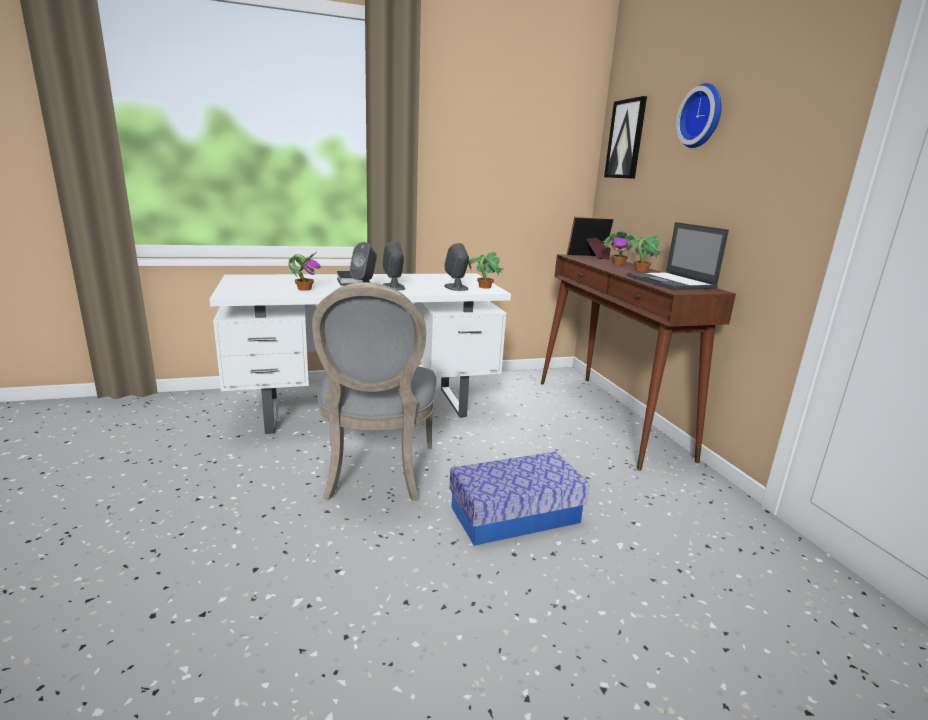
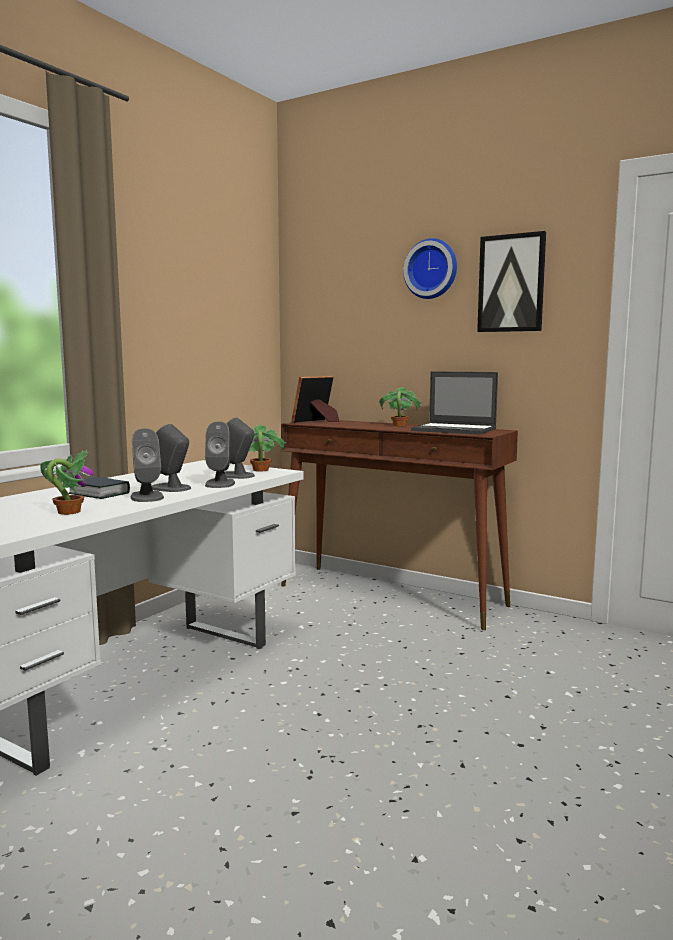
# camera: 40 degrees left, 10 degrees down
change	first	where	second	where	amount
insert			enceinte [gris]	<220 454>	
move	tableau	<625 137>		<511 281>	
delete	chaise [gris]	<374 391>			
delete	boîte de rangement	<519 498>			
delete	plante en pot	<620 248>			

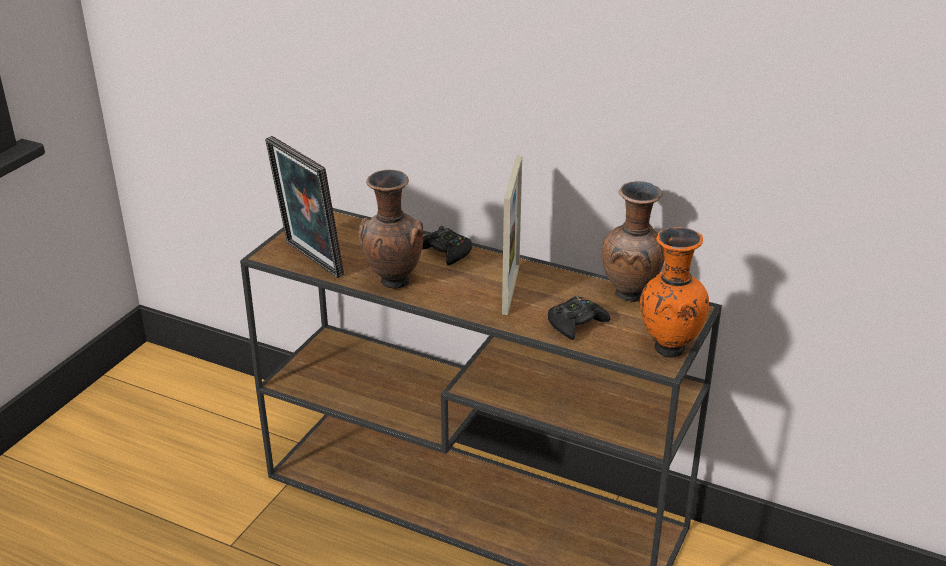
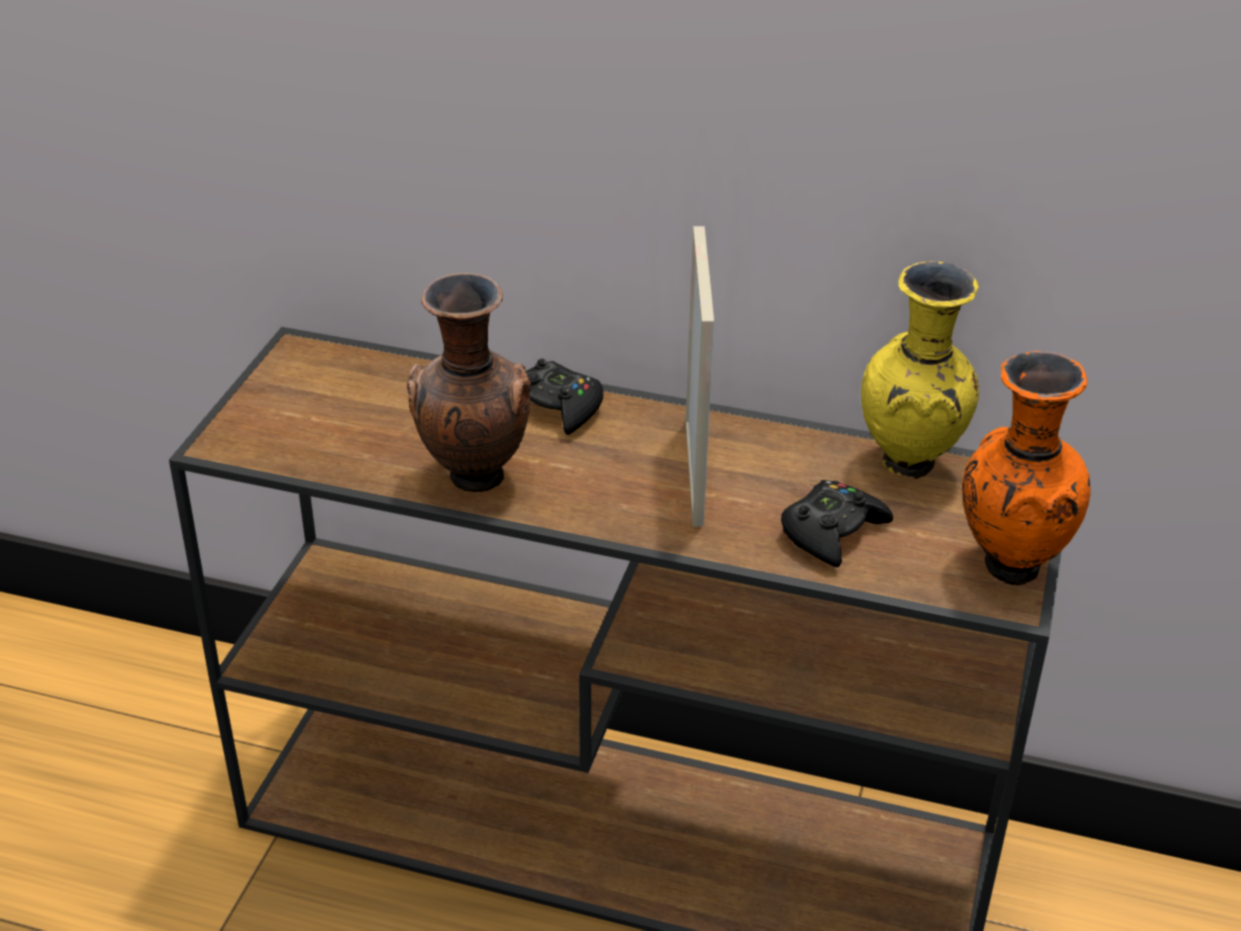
# camera: 10 degrees left, 5 degrees up
change	first	where	second	where	amount
recolor	vase [marron]	<633 242>	vase [jaune]	<920 370>	
delete	cadre photo	<304 207>			

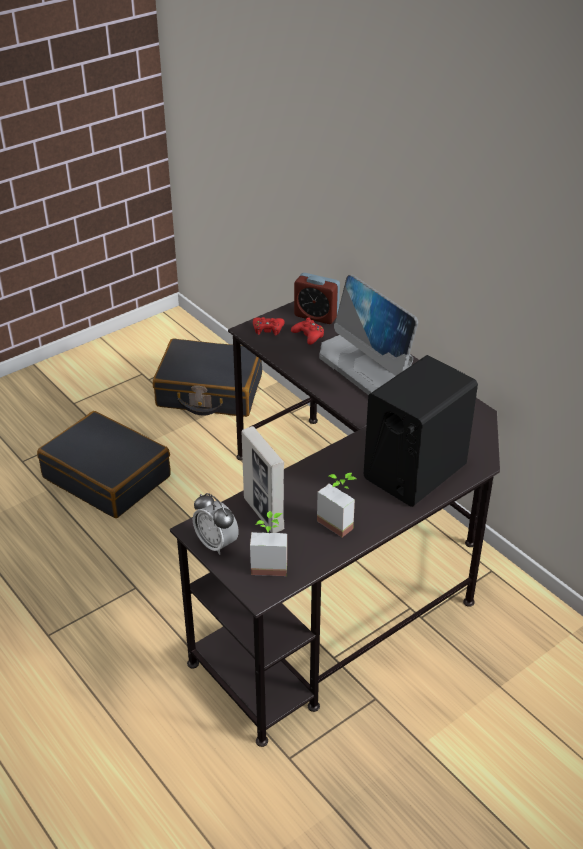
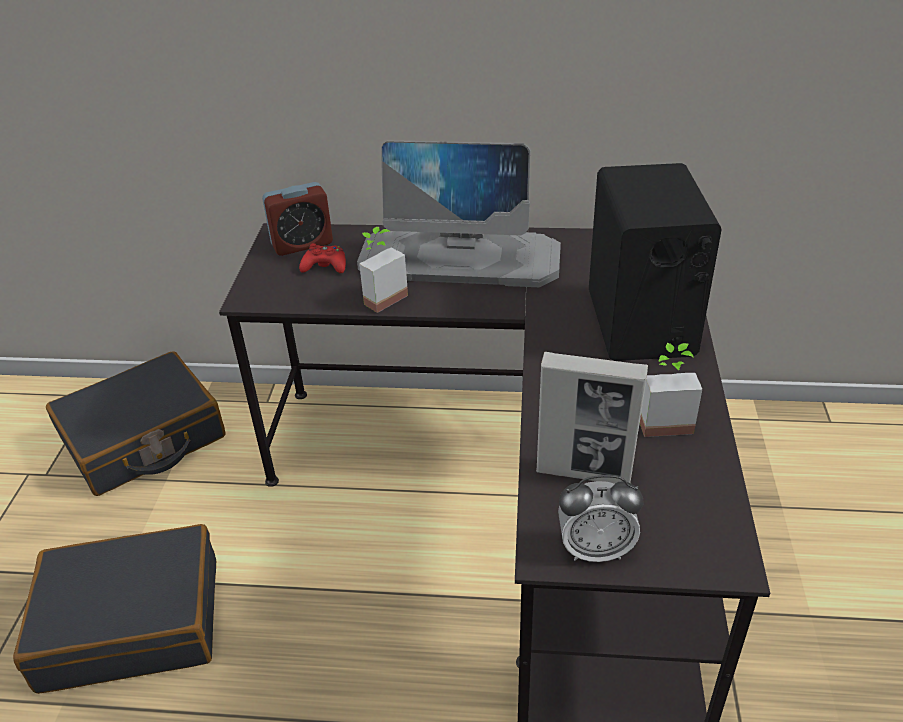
# camera: 45 degrees left, 0 degrees up
change	first	where	second	where	amount
move	plante en pot	<268 543>		<383 270>	
delete	manette [rouge]	<269 326>			

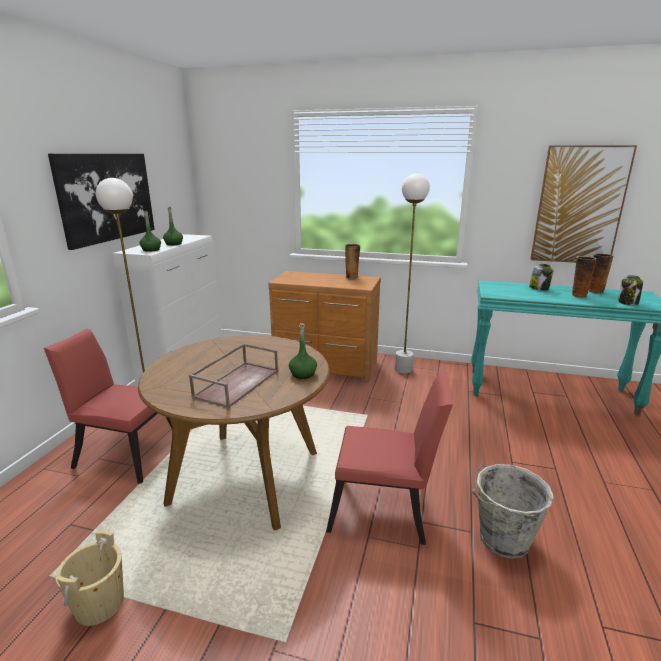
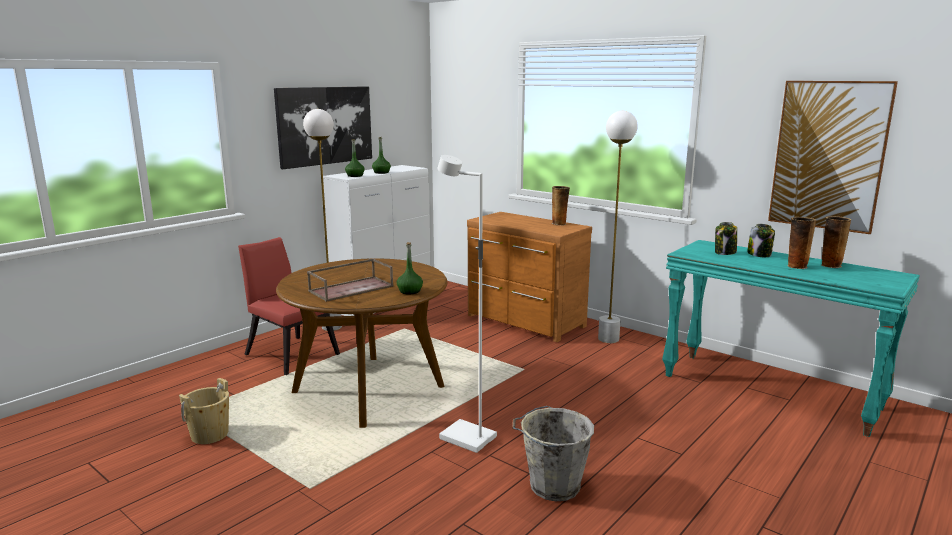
# camera: 25 degrees right, 5 degrees down
change	first	where	second	where	amount
replace	chaise [rouge]	<389 458>	lampadaire [blanc]	<467 304>	
move	bocal	<630 290>		<726 238>	

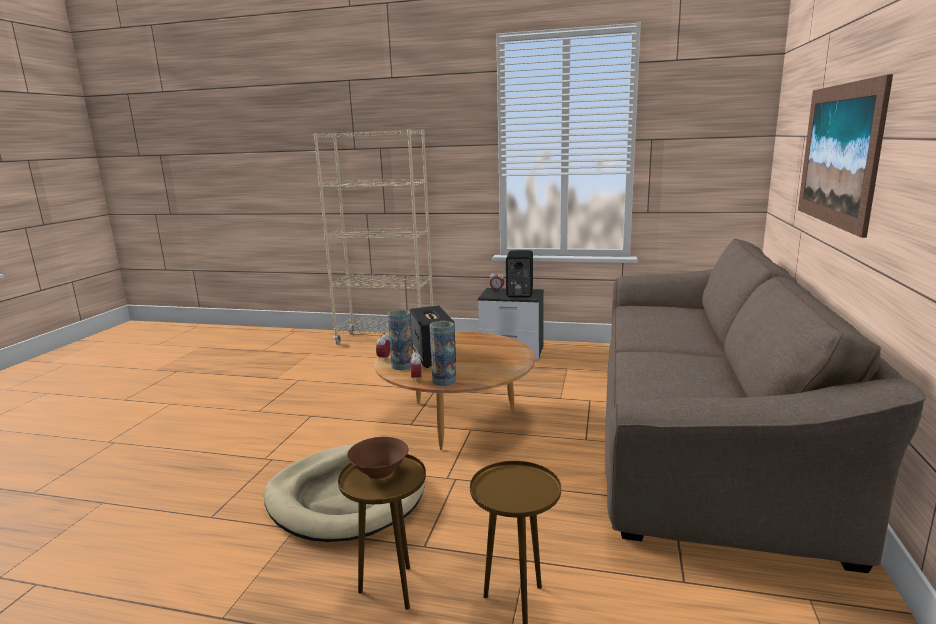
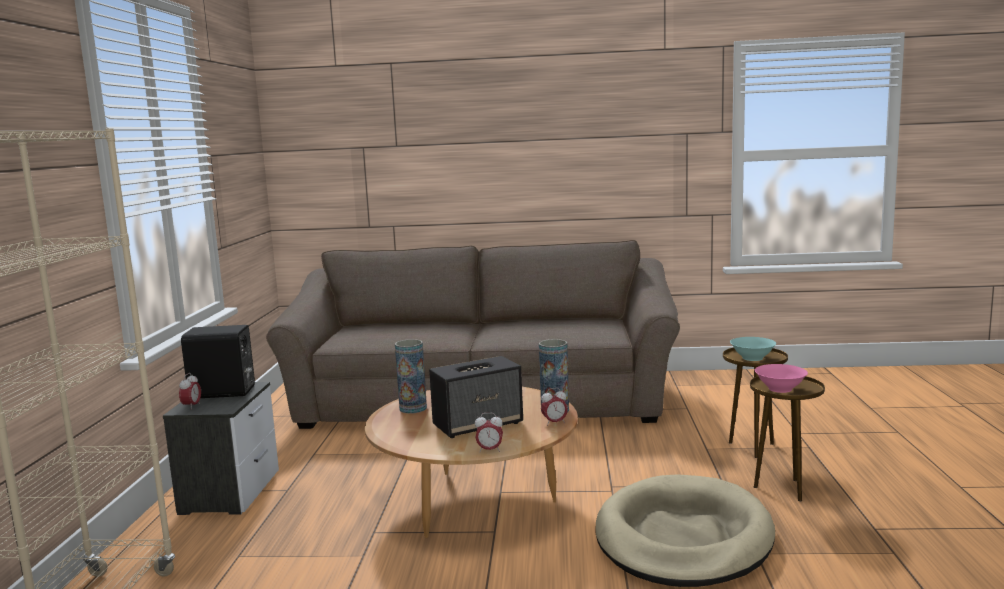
# camera: 100 degrees left, 5 degrees down
change	first	where	second	where	amount
move	vase	<400 340>		<411 376>	
insert			bol [turquoise]	<753 349>	
recolor	bol [marron]	<377 458>	bol [rose]	<781 378>	
delete	tableau	<845 156>			

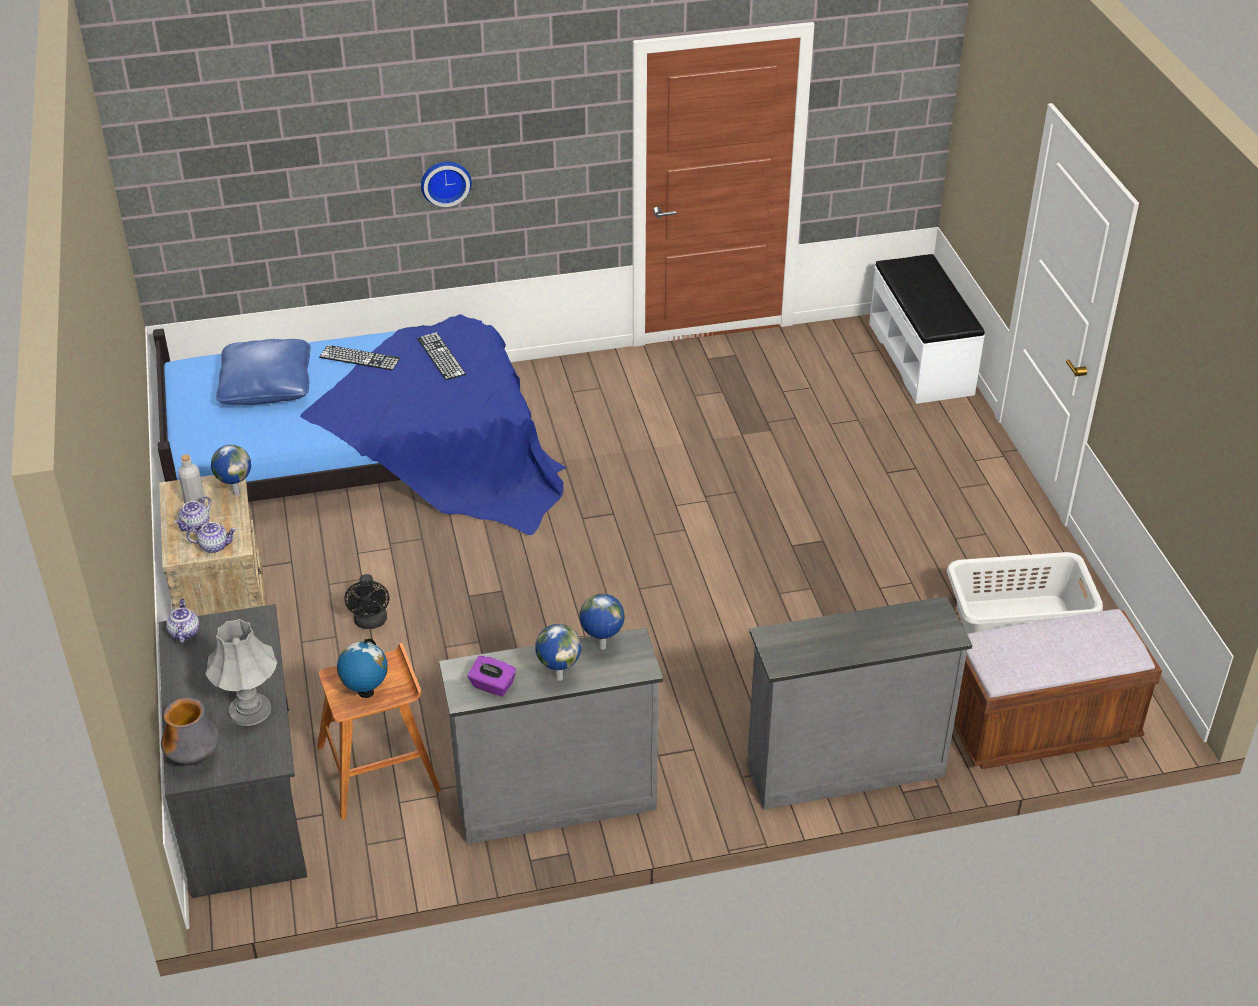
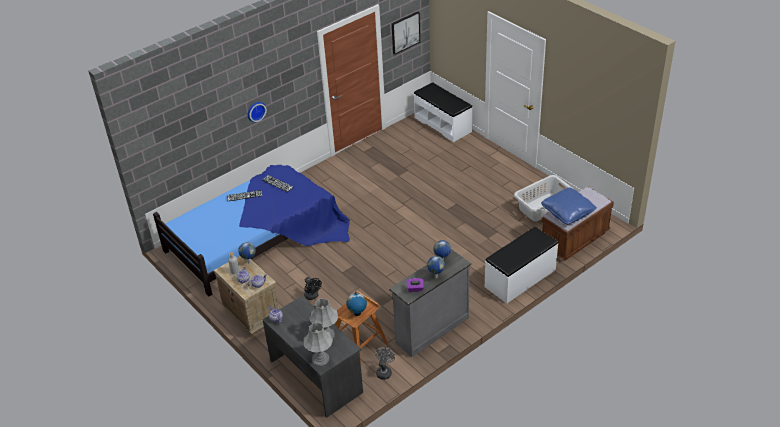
# camera: 25 degrees left, 0 degrees up
change	first	where	second	where	amount
replace	vase	<190 731>	lampe de table [gris]	<318 344>	
insert			ventilateur [gris]	<385 363>	
insert			tableau	<406 33>	
replace	commode [gris]	<859 703>	banc [blanc]	<521 265>	
move	coussin [bleu]	<263 372>		<569 206>	

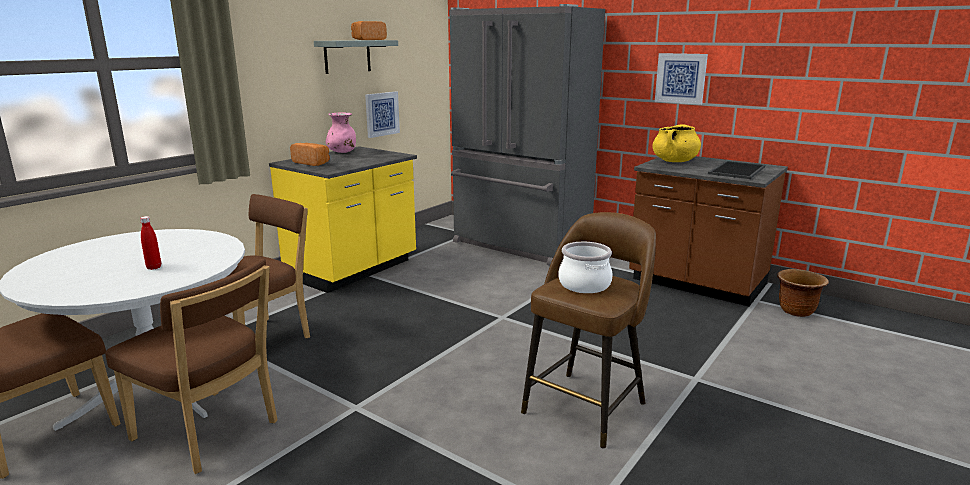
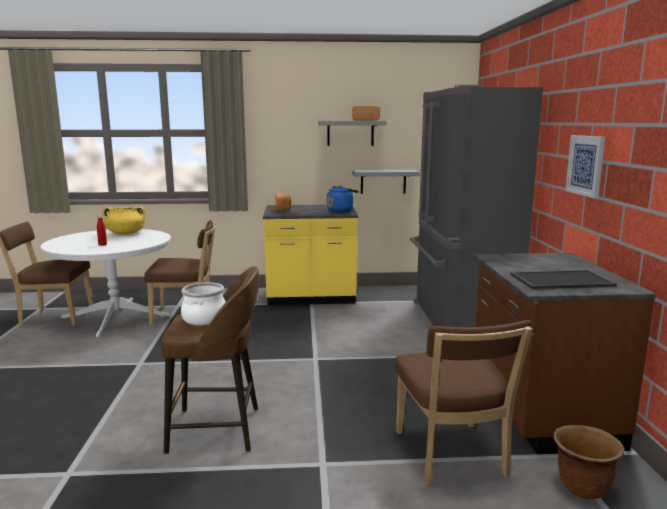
# camera: 50 degrees right, 5 degrees down
change	first	where	second	where	amount
move	marmite [jaune]	<676 143>		<124 221>	
insert			bouilloire [bleu]	<342 199>	
replace	tableau	<382 114>	étagère [gris]	<386 182>	
move	chaise [marron]	<191 366>		<464 402>	
delete	vase [rose]	<341 132>			

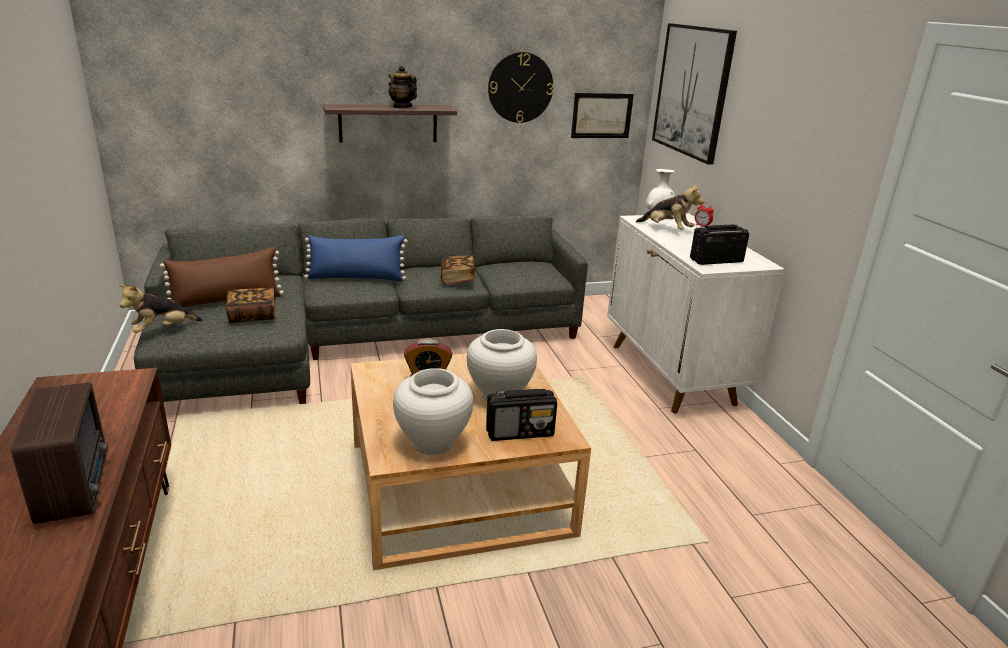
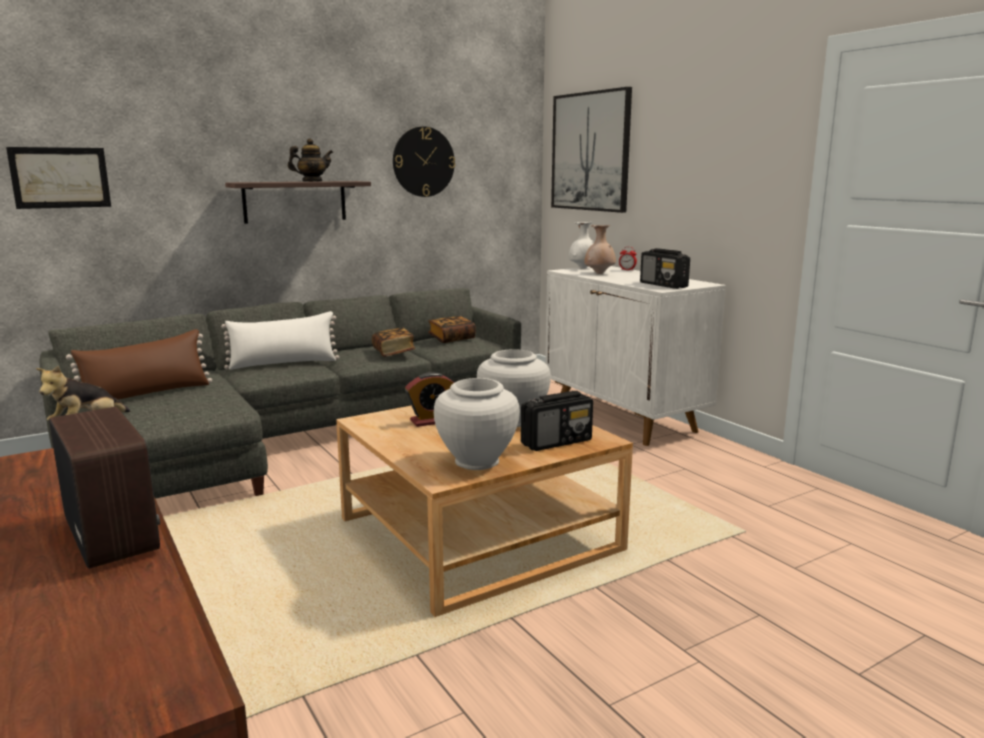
# camera: 15 degrees left, 10 degrees down
change	first	where	second	where	amount
move	tableau	<602 115>		<58 178>	
recolor	coussin [bleu]	<356 258>	coussin [blanc]	<280 340>	
rotate	théière	<402 87>		<310 159>	135 degrees clockwise
move	livre	<250 305>		<452 329>	
replace	peluche	<670 206>	vase [beige]	<600 249>	
rotate	radio	<719 244>		<665 268>	90 degrees counterclockwise

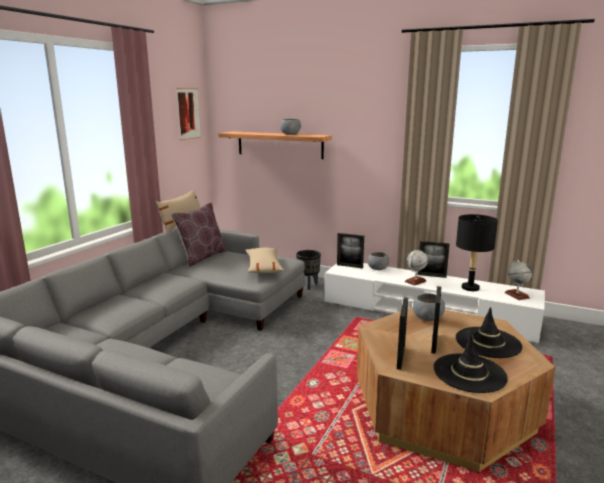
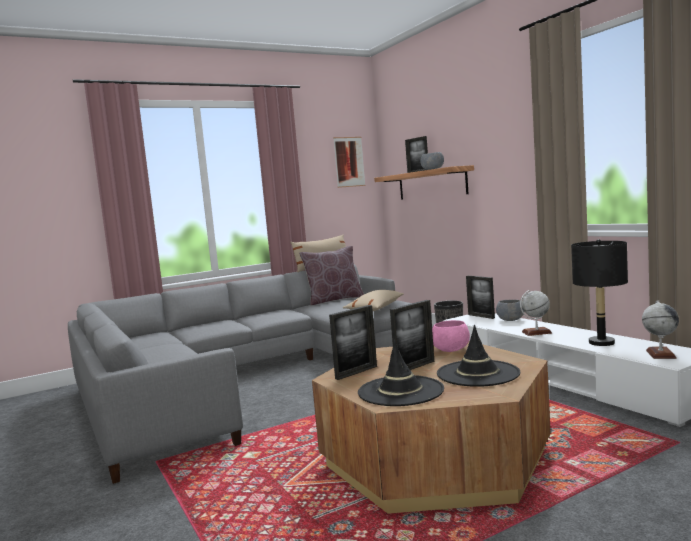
# camera: 35 degrees right, 10 degrees down
change	first	where	second	where	amount
move	cadre photo	<434 259>		<416 154>	
recolor	bol [gris]	<429 307>	bol [rose]	<451 336>	

